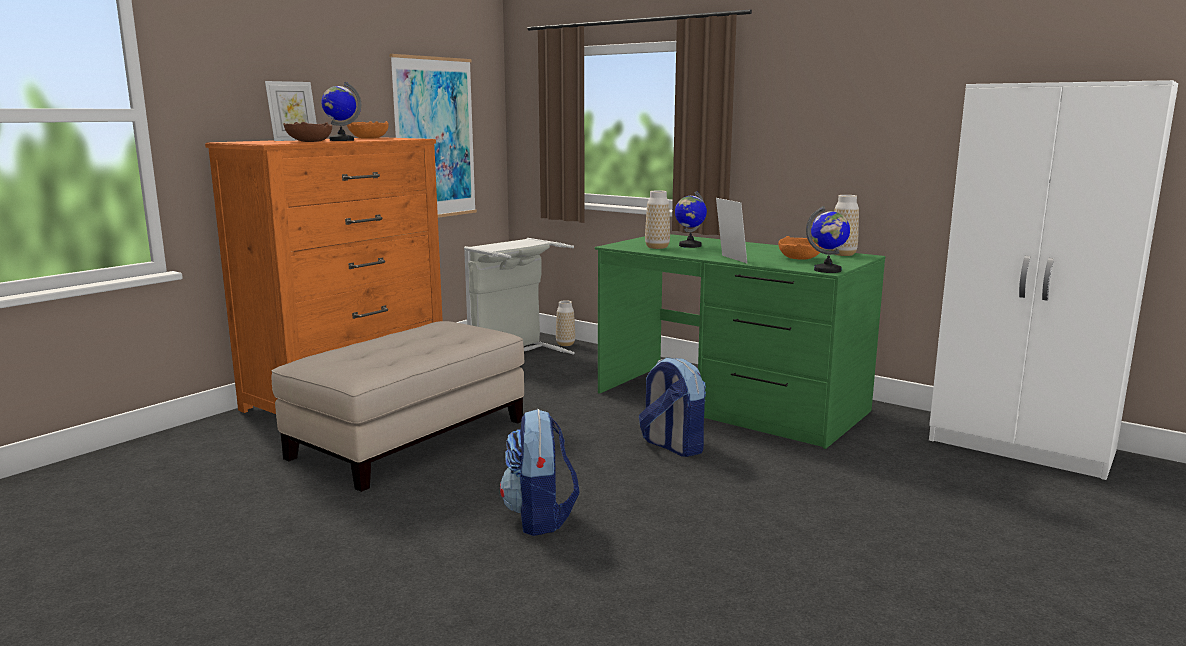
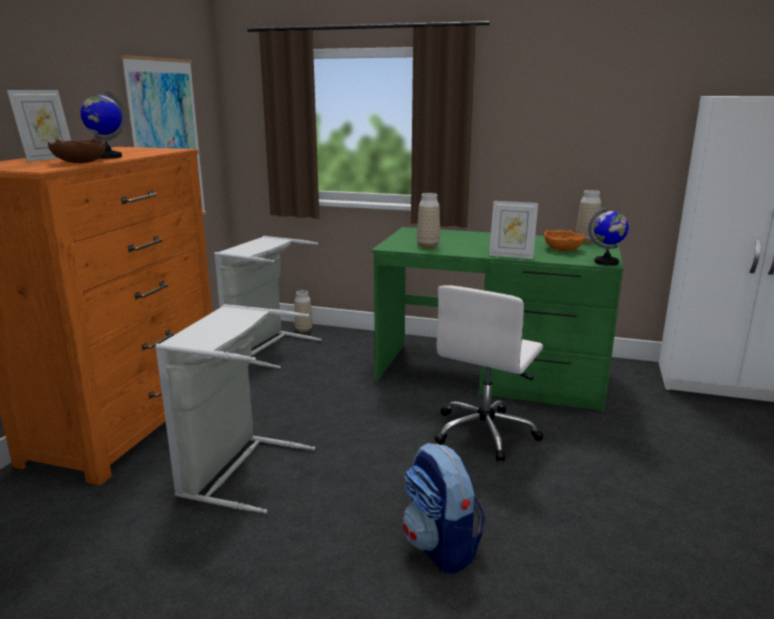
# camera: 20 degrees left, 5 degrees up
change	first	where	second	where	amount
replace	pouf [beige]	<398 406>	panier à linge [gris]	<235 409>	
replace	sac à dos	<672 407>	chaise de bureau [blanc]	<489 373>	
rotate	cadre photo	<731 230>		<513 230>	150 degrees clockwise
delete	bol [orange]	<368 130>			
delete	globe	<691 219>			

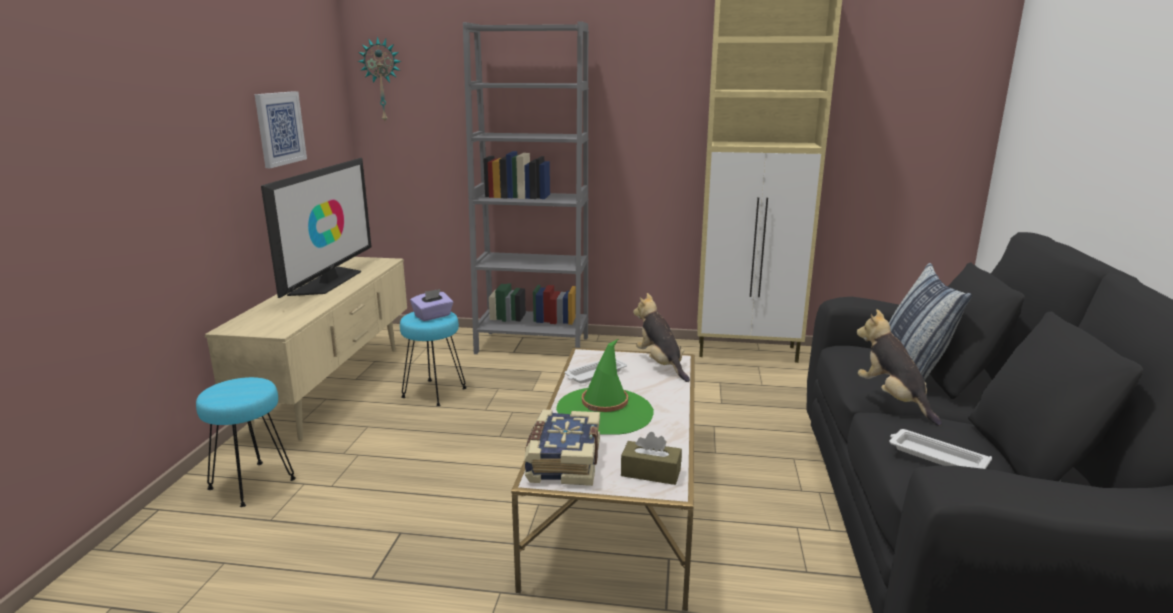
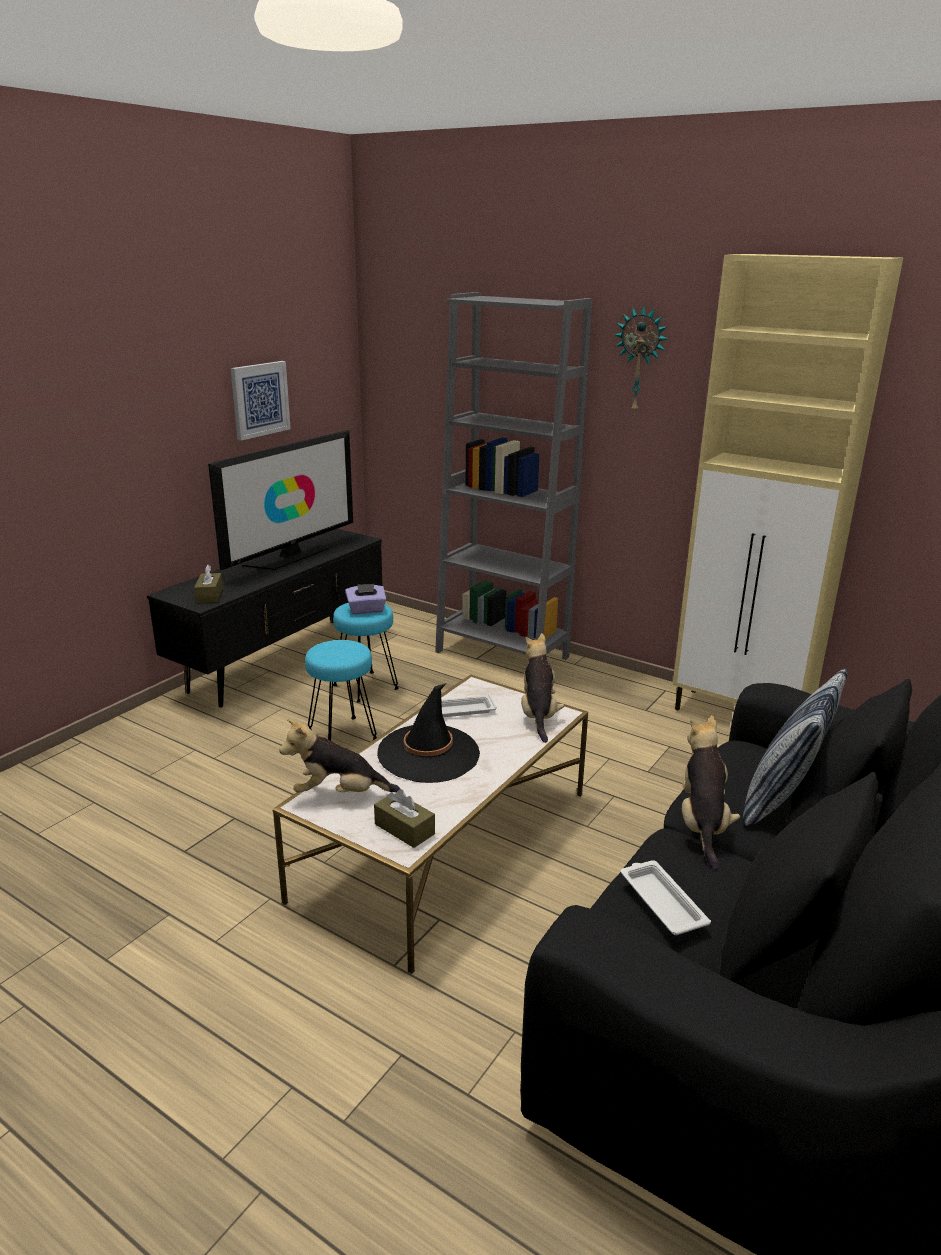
# camera: 25 degrees right, 5 degrees up
change	first	where	second	where	amount
recolor	meuble télé [beige]	<306 349>	meuble télé [noir]	<264 618>	
insert			boîte à mouchoirs [marron]	<208 584>	
replace	livre	<562 447>	peluche	<339 756>	
move	tabouret [turquoise]	<246 442>		<341 690>	
recolor	chapeau [vert]	<605 387>	chapeau [noir]	<428 733>	
move	horloge murale	<379 78>		<641 359>	

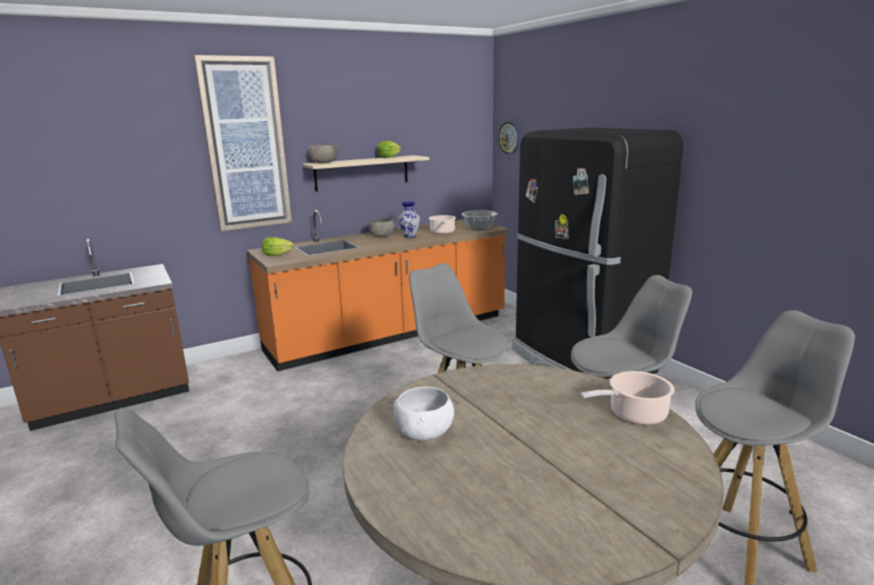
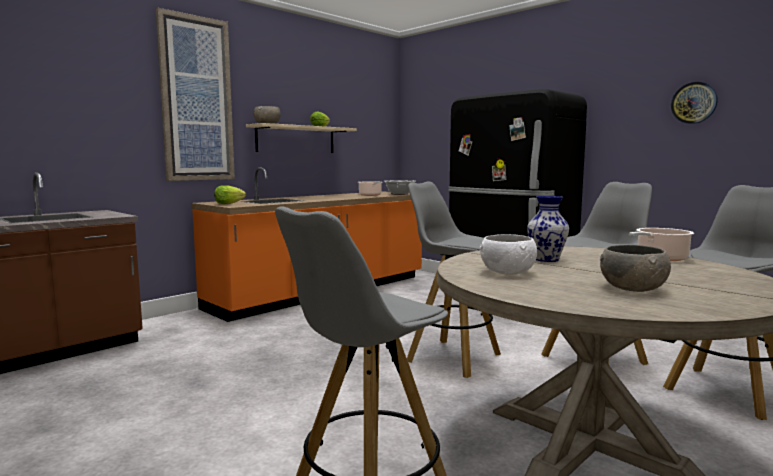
# camera: 15 degrees left, 10 degrees down
change	first	where	second	where	amount
move	vase	<409 219>		<548 229>	
move	bol [gris]	<381 228>		<635 268>	
move	horloge murale	<509 138>		<694 103>	

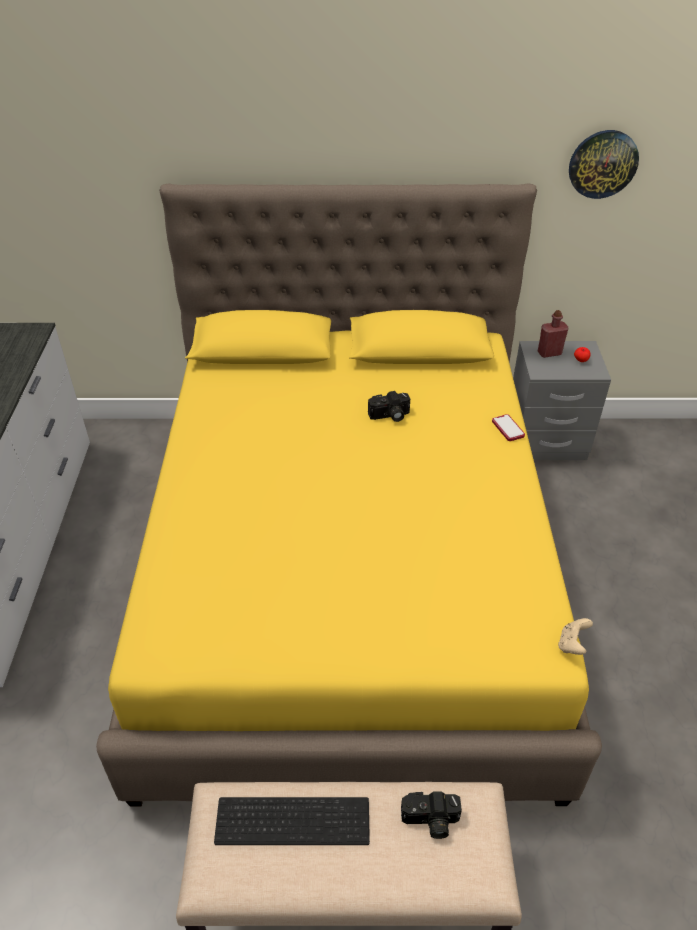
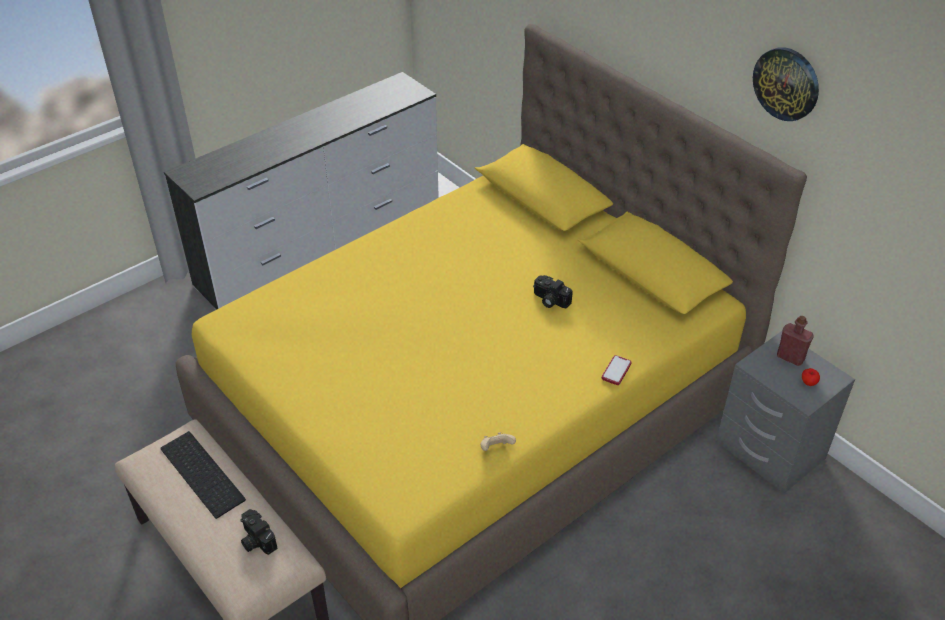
# camera: 50 degrees right, 0 degrees up
change	first	where	second	where	amount
move	manette [beige]	<575 636>		<498 441>	
move	horloge murale	<604 164>		<786 84>	

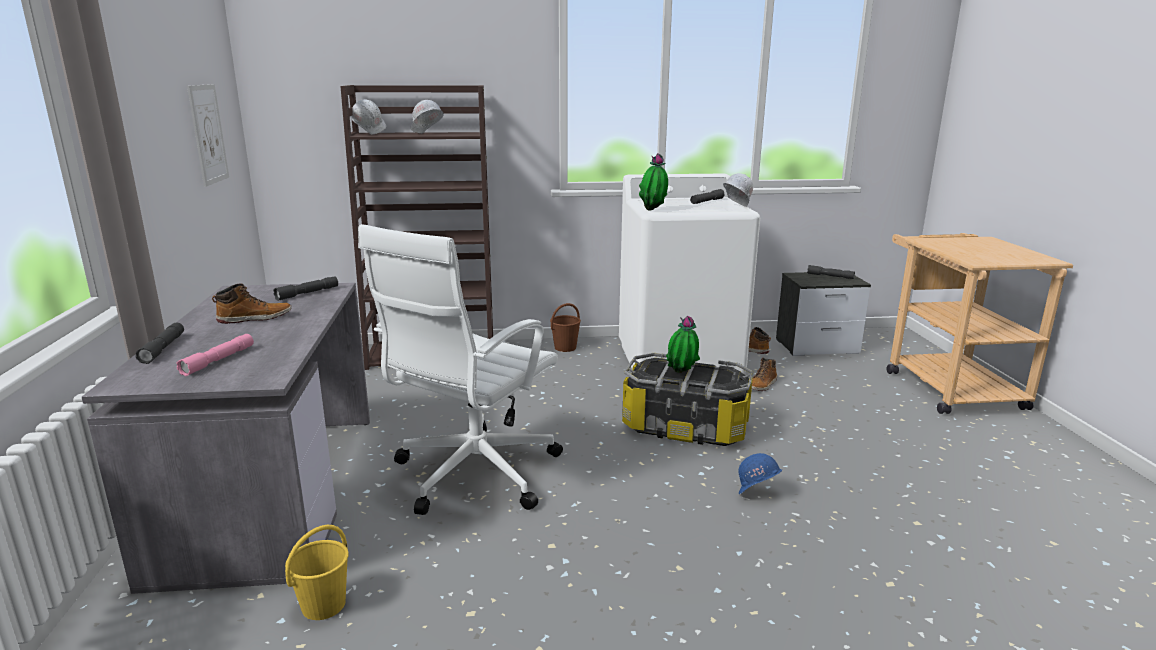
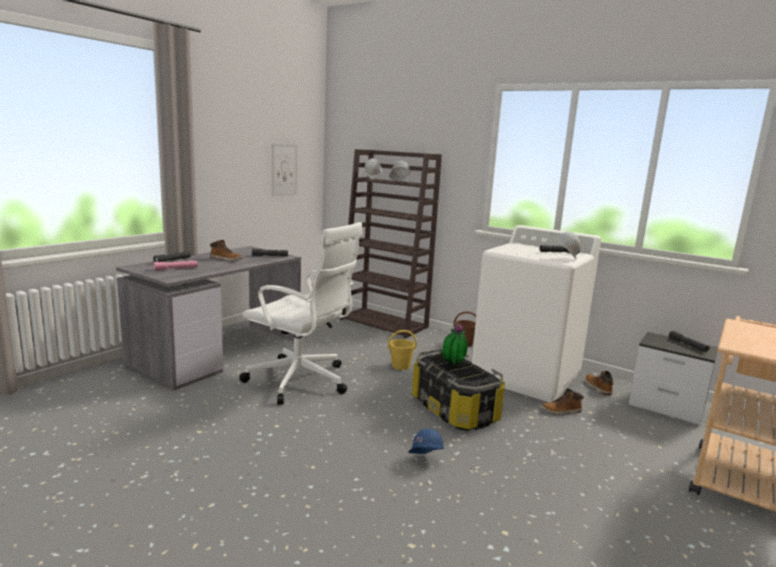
# camera: 40 degrees right, 5 degrees down
change	first	where	second	where	amount
rotate	chaise de bureau [blanc]	<460 369>		<301 313>	135 degrees counterclockwise
move	seau [jaune]	<317 572>		<402 350>	
delete	plante en pot	<653 182>			

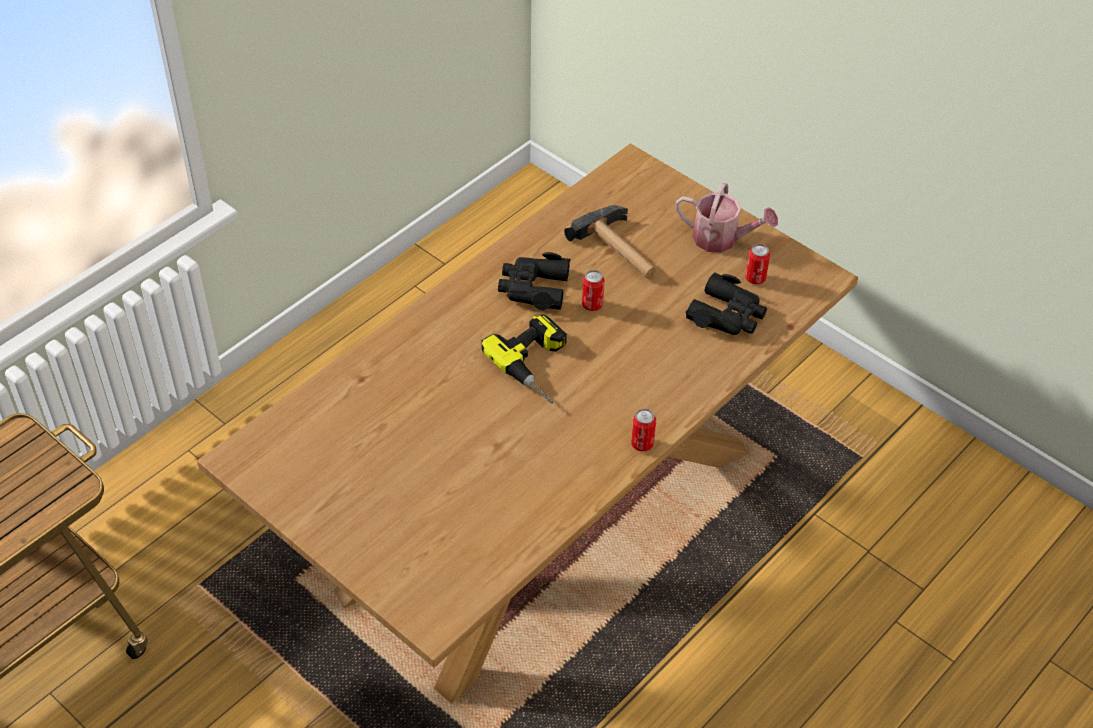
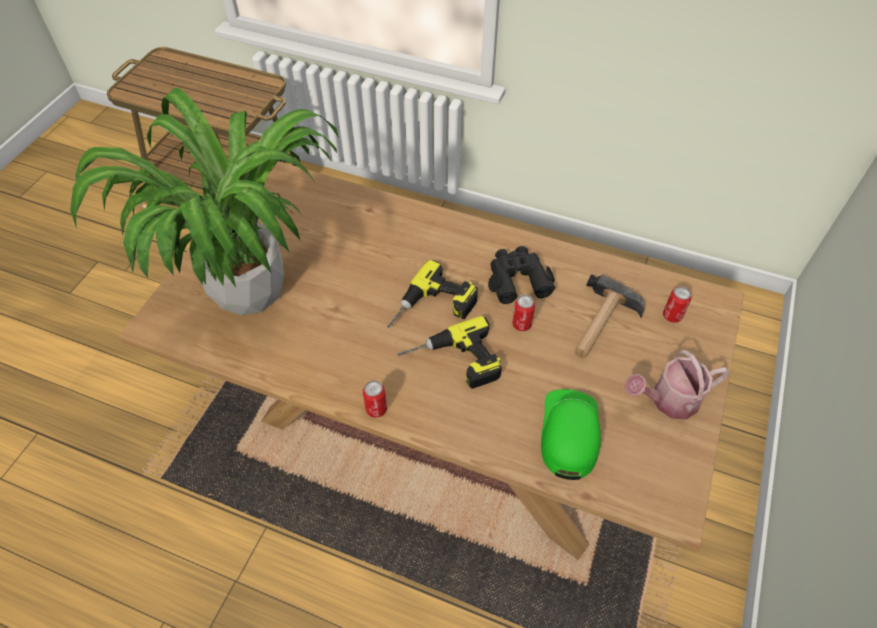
# camera: 70 degrees right, 5 degrees up
change	first	where	second	where	amount
insert			plante en pot	<204 202>	
insert			perceuse	<450 352>	
replace	jumelles [noir]	<726 303>	casquette [vert]	<571 434>	
rotate	arrosoir	<726 218>		<677 384>	75 degrees clockwise
move	boîte métallique	<757 264>		<677 304>	

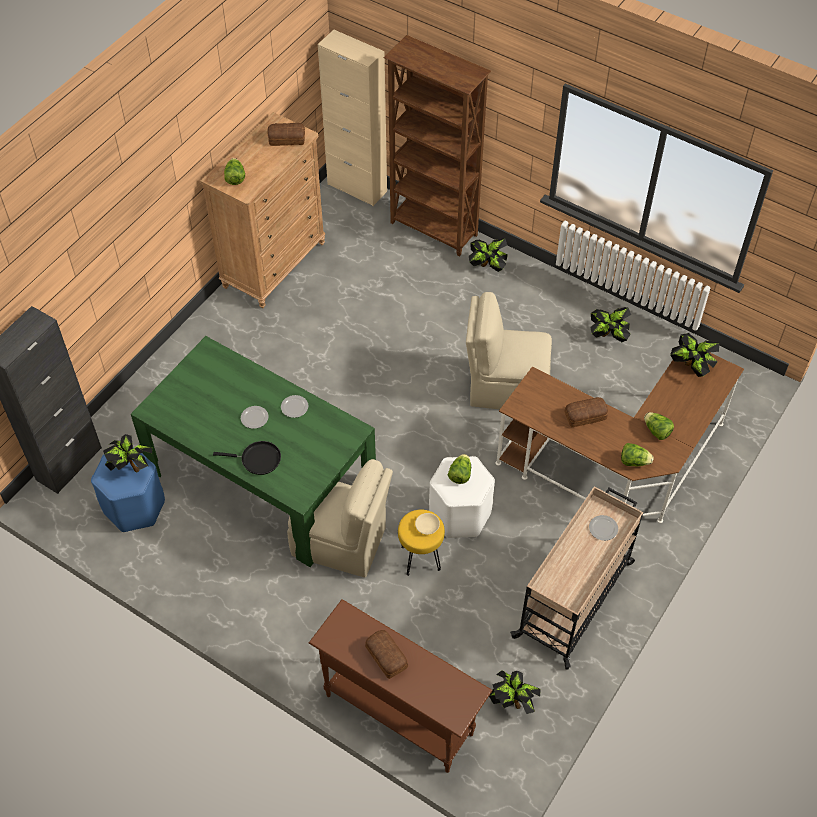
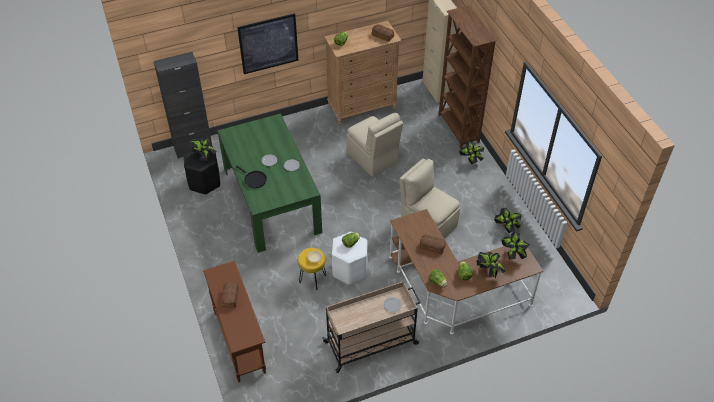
# camera: 35 degrees right, 5 degrees down
change	first	where	second	where	amount
recolor	tabouret [bleu]	<128 489>	tabouret [noir]	<202 172>	
insert			tableau	<268 43>	
move	chaise [beige]	<340 518>		<374 145>	
move	plante en pot	<515 692>		<491 265>	

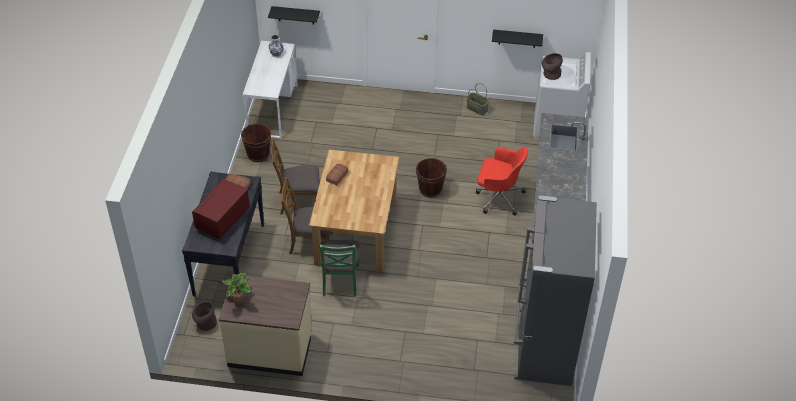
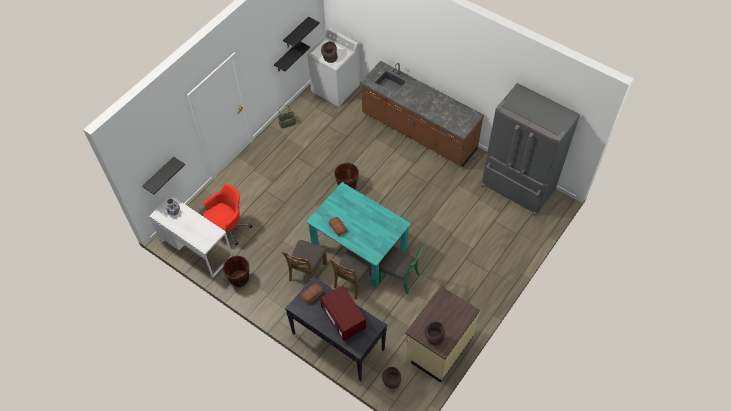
# camera: 60 degrees left, 10 degrees up
change	first	where	second	where	amount
move	chaise de bureau [rouge]	<502 181>		<227 214>	
insert			étagère [noir]	<301 32>	
recolor	table à manger [marron]	<354 211>	table à manger [turquoise]	<358 235>	
replace	plante en pot	<236 288>	vase [marron]	<434 333>	

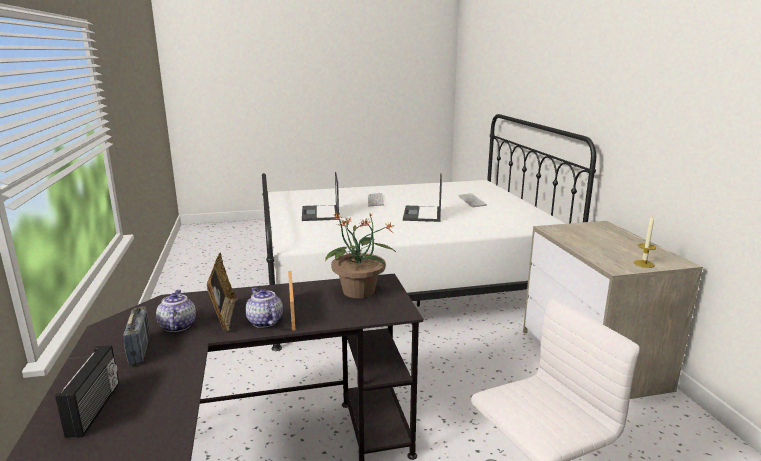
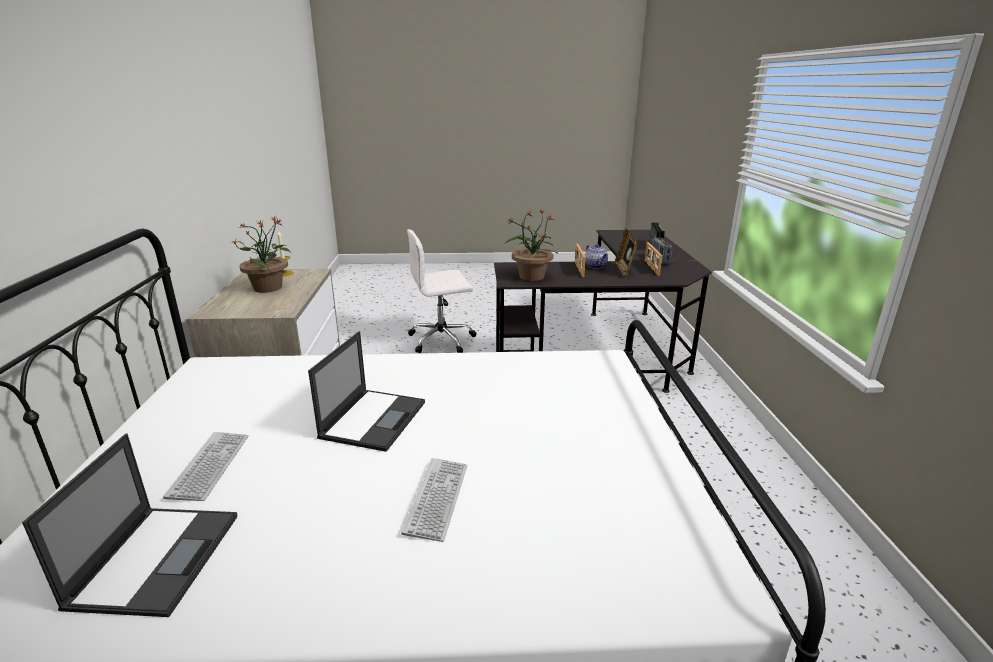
# camera: 170 degrees left, 5 degrees up
change	first	where	second	where	amount
move	ordinateur portable	<320 196>		<129 525>	
insert			plante en pot	<260 254>	
replace	théière	<176 311>	cadre photo	<653 259>	

